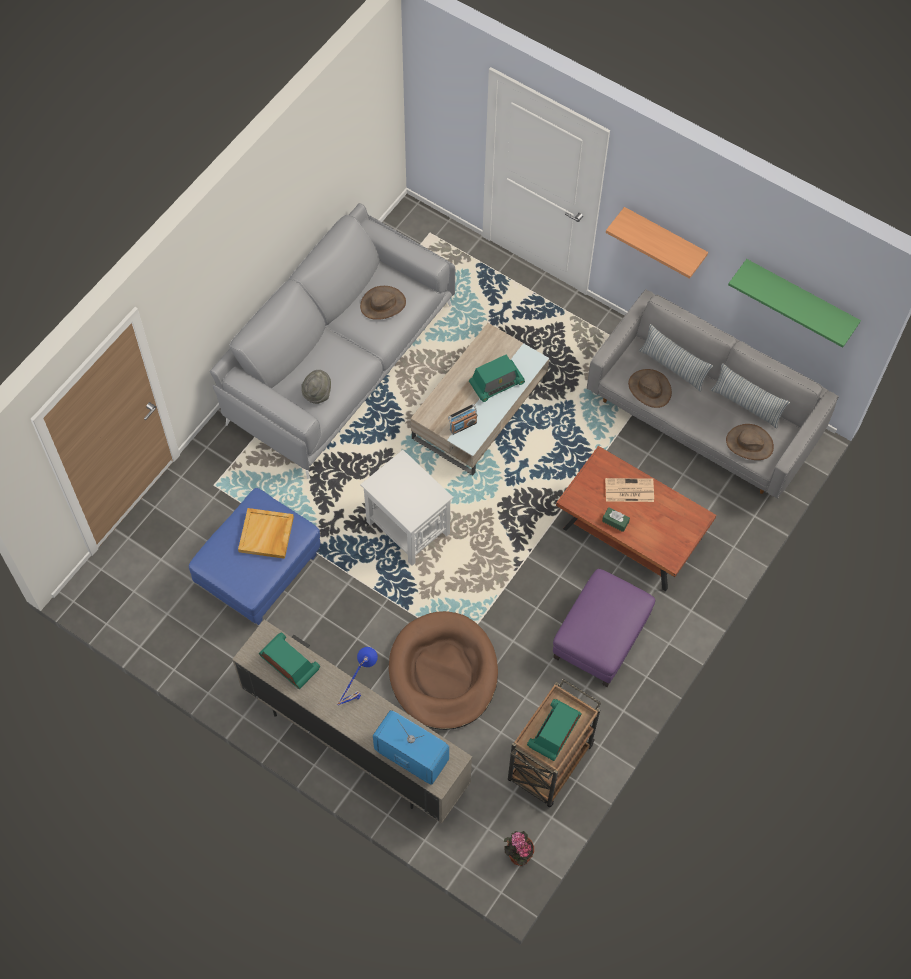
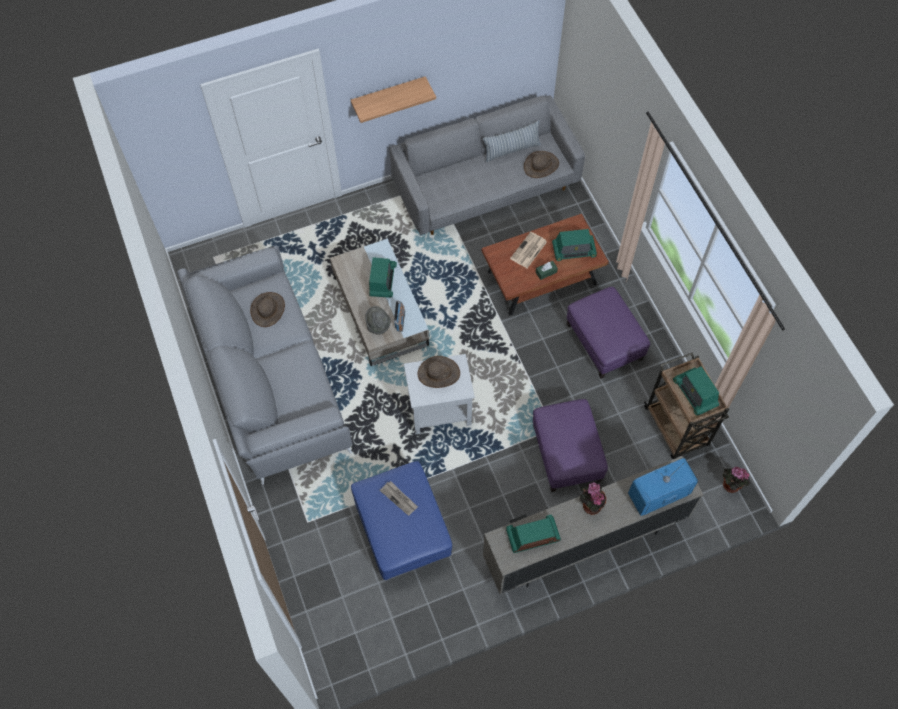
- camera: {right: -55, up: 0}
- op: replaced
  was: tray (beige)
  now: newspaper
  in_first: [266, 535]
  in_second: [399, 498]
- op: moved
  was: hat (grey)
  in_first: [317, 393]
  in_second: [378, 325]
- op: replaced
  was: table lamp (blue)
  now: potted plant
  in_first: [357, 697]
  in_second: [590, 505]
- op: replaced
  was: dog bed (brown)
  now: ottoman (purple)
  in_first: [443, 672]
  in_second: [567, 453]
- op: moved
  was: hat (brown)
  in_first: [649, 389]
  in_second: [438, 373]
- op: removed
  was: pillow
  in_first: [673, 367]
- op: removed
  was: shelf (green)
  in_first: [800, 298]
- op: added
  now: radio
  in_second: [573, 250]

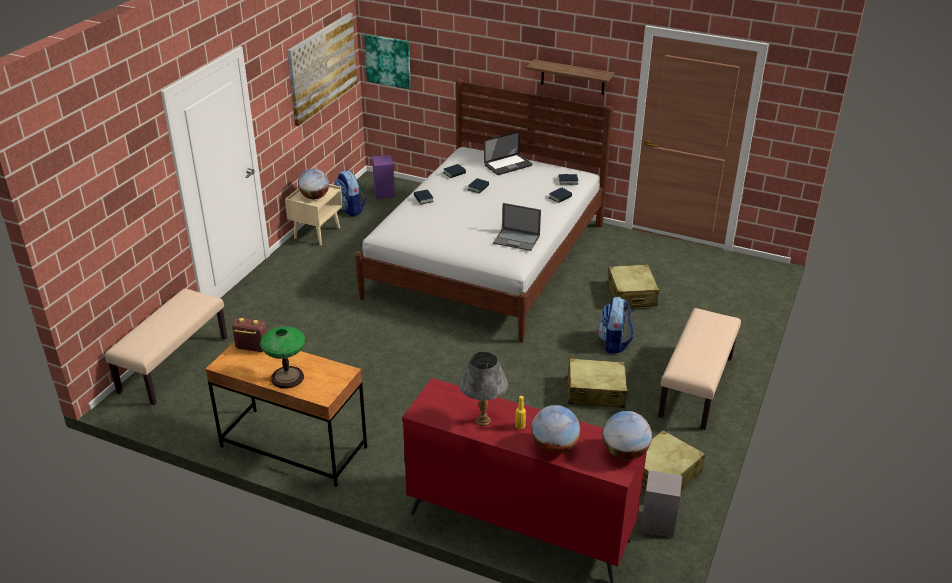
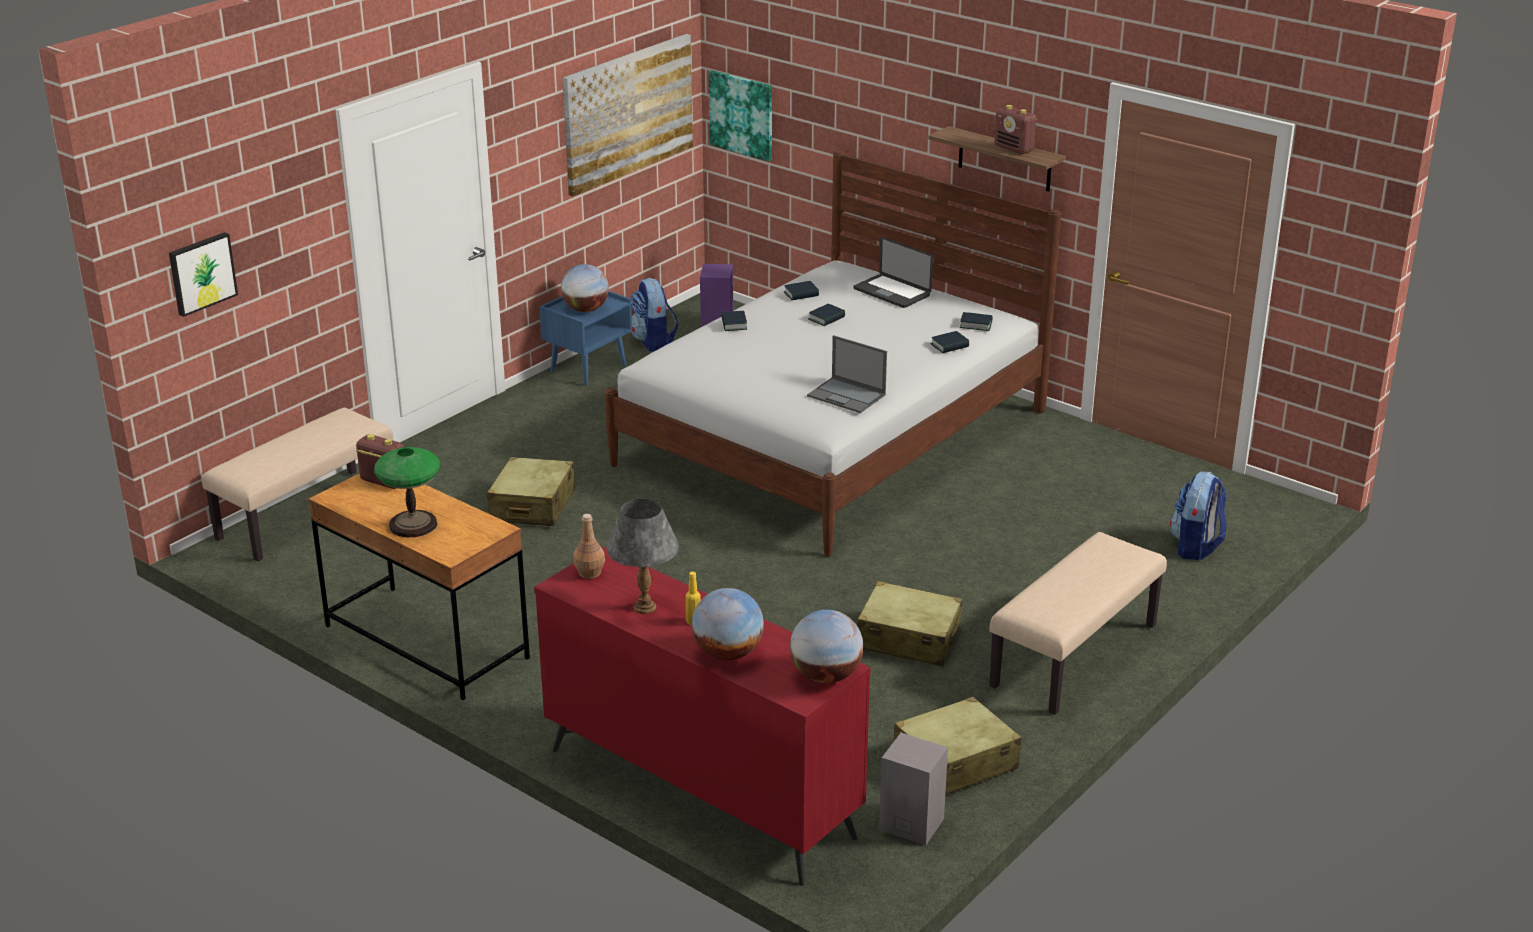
- camera: {right: 15, up: -5}
- op: recoloured
  was: nightstand (beige)
  now: nightstand (blue)
  in_first: [317, 233]
  in_second: [588, 368]
- op: turned
  was: laptop
  in_first: [508, 165]
  in_second: [891, 292]
  clockwise: 60
- op: moved
  was: backpack
  in_first: [614, 343]
  in_second: [1196, 547]
- op: moved
  was: suitcase (beige)
  in_first: [631, 295]
  in_second: [532, 506]
- op: added
  now: picture
  in_second: [201, 273]
- op: added
  now: bottle (brown)
  in_second: [589, 573]
- op: added
  now: radio
  in_second: [1014, 149]

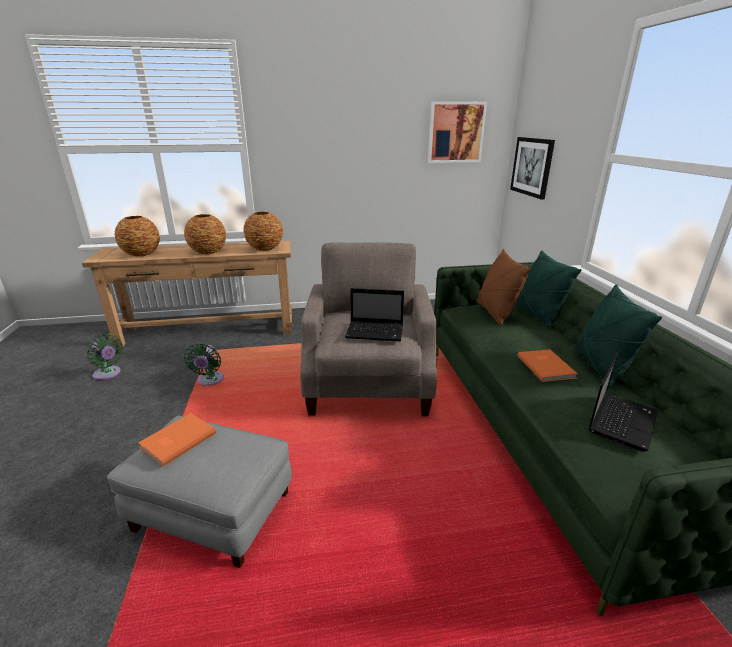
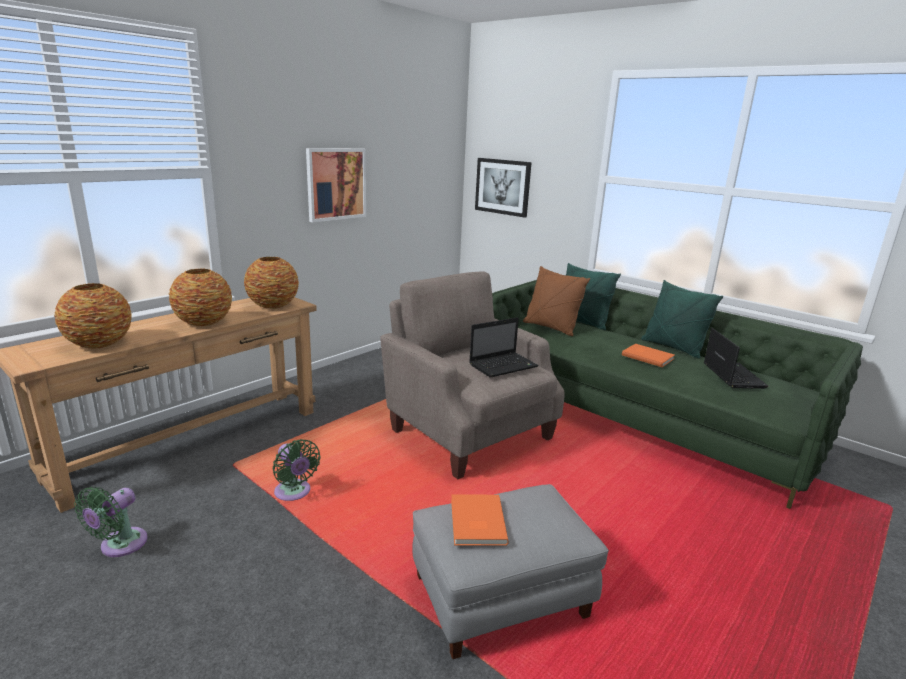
- camera: {right: -40, up: -5}
- op: turned
  was: fan (green)
  in_first: [108, 374]
  in_second: [119, 545]
  clockwise: 120
- op: moved
  was: picture
  in_first: [456, 132]
  in_second: [336, 184]

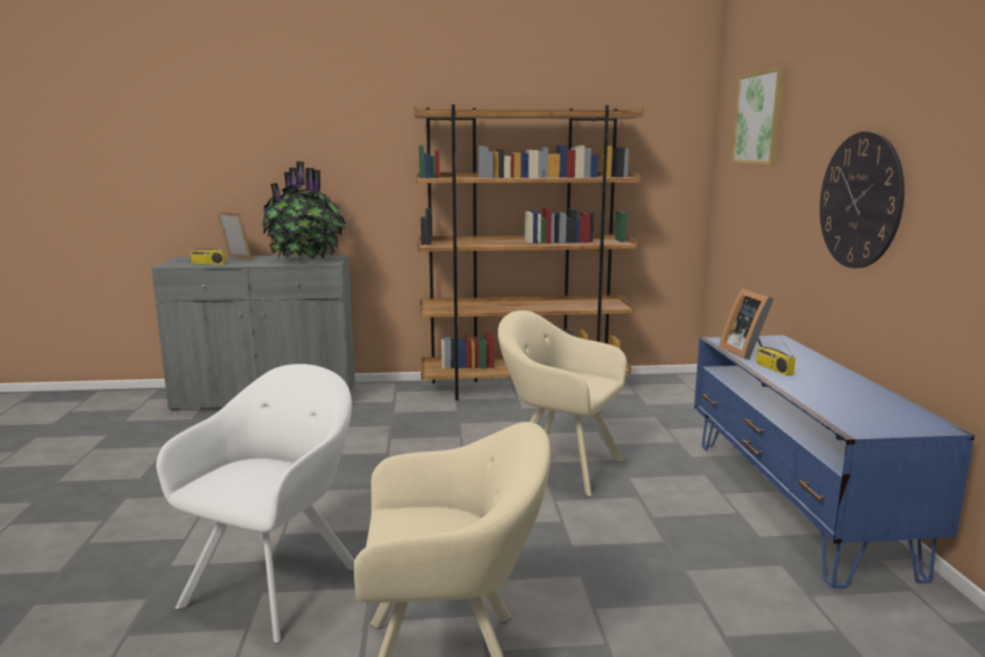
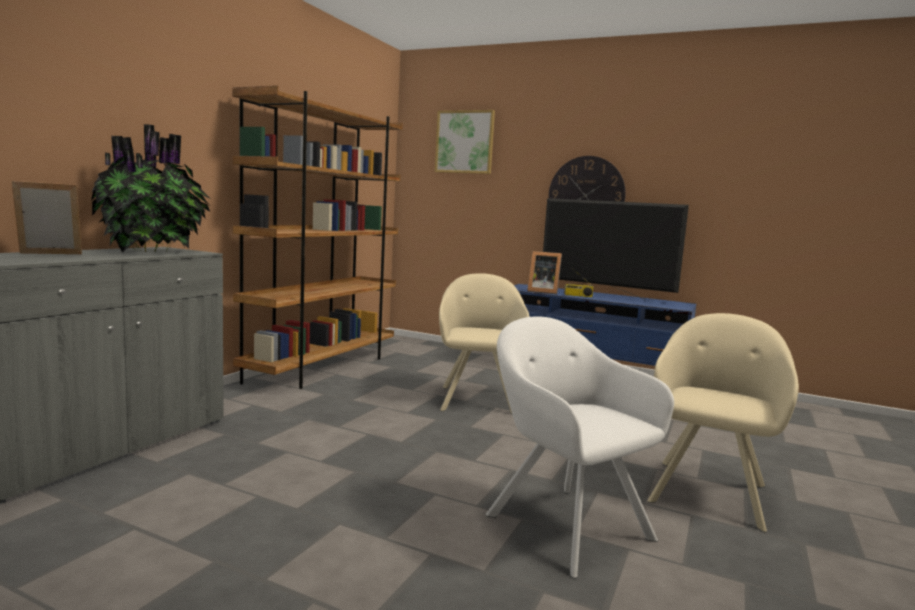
- camera: {right: -60, up: -5}
- op: removed
  was: radio
  in_first: [207, 263]
- op: turned
  was: armchair (beige)
  in_first: [558, 465]
  in_second: [477, 398]
  clockwise: 120
- op: added
  now: television
  in_second: [605, 295]

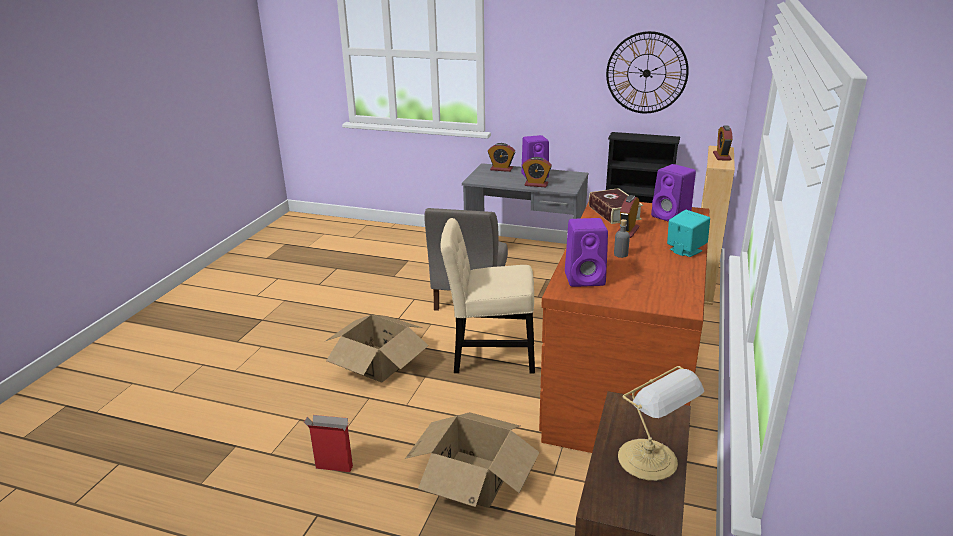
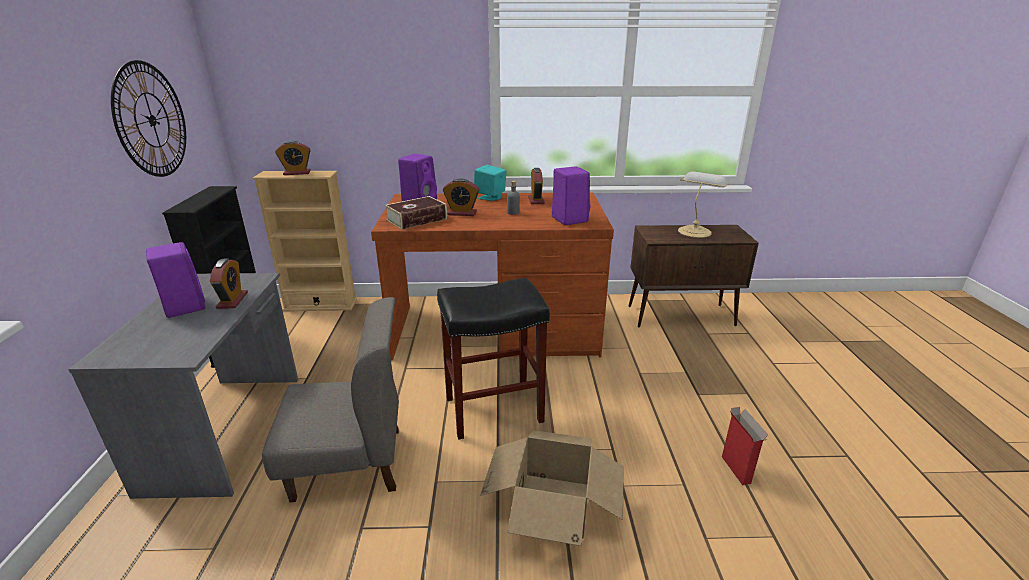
- camera: {right: -110, up: 0}
- op: removed
  was: cardboard box
  in_first: [472, 478]
- op: replaced
  was: chair (beige)
  now: stool (black)
  in_first: [489, 356]
  in_second: [492, 410]
- op: moved
  was: alarm clock
  in_first: [501, 169]
  in_second: [536, 200]

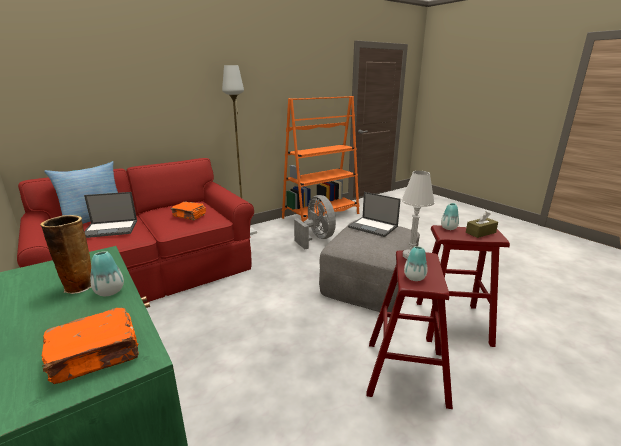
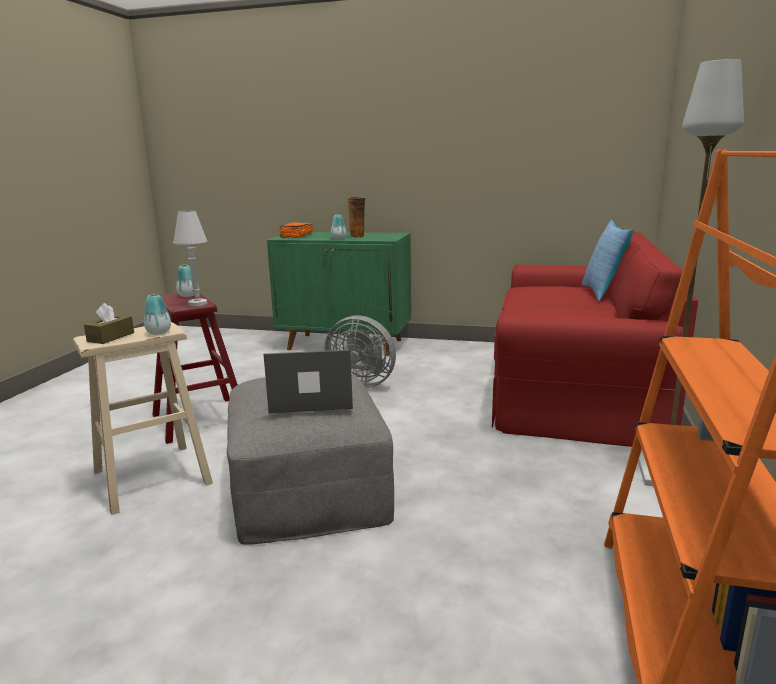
- camera: {right: 140, up: -5}
- op: removed
  was: laptop
  in_first: [111, 229]
- op: removed
  was: book (orange)
  in_first: [189, 216]
- op: moved
  was: fan (grey)
  in_first: [316, 239]
  in_second: [362, 383]
- op: recoloured
  was: stool (red)
  now: stool (beige)
  in_first: [452, 322]
  in_second: [152, 477]

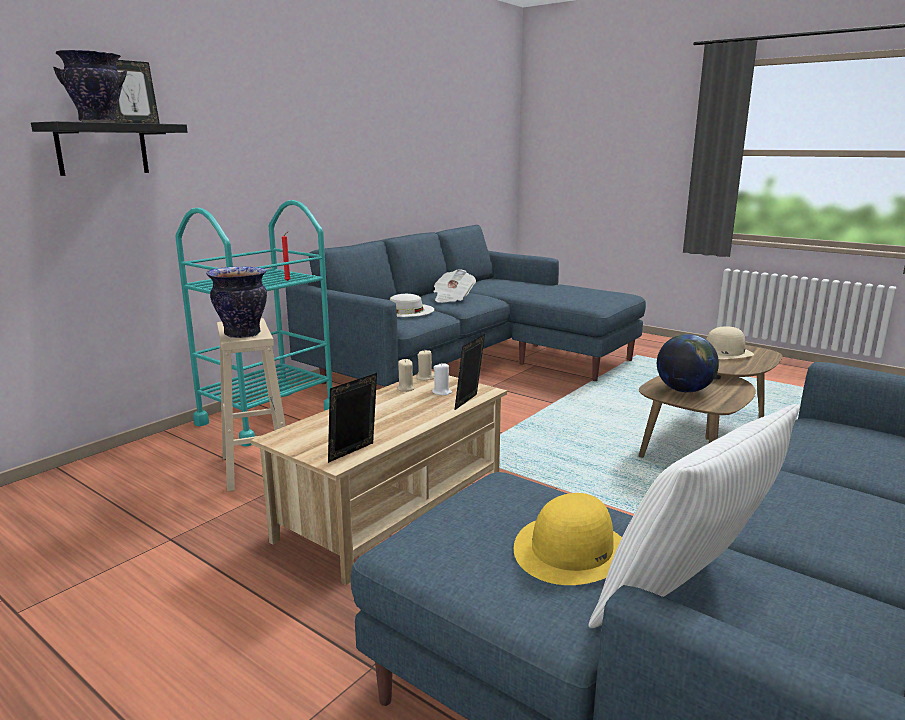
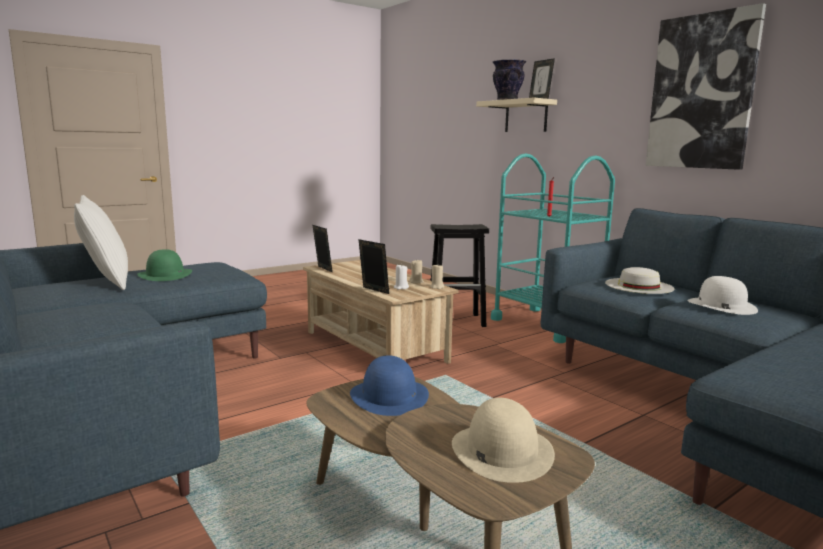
- camera: {right: 105, up: -5}
- op: recoloured
  was: shelf (black)
  now: shelf (beige)
  in_first: [102, 149]
  in_second: [526, 116]
- op: removed
  was: vase
  in_first: [243, 334]
- op: recoloured
  was: stool (beige)
  now: stool (black)
  in_first: [257, 467]
  in_second: [457, 321]
- op: replaced
  was: newspaper
  now: hat (white)
  in_first: [452, 298]
  in_second: [721, 305]
- op: recoloured
  was: hat (yellow)
  now: hat (green)
  in_first: [572, 550]
  in_second: [165, 275]
- op: replaced
  was: globe
  now: hat (blue)
  in_first: [684, 390]
  in_second: [389, 396]
- op: added
  now: picture
  in_second: [702, 92]

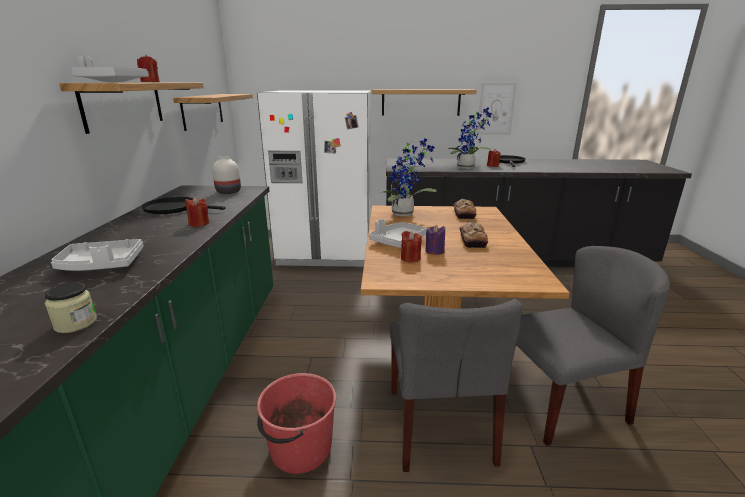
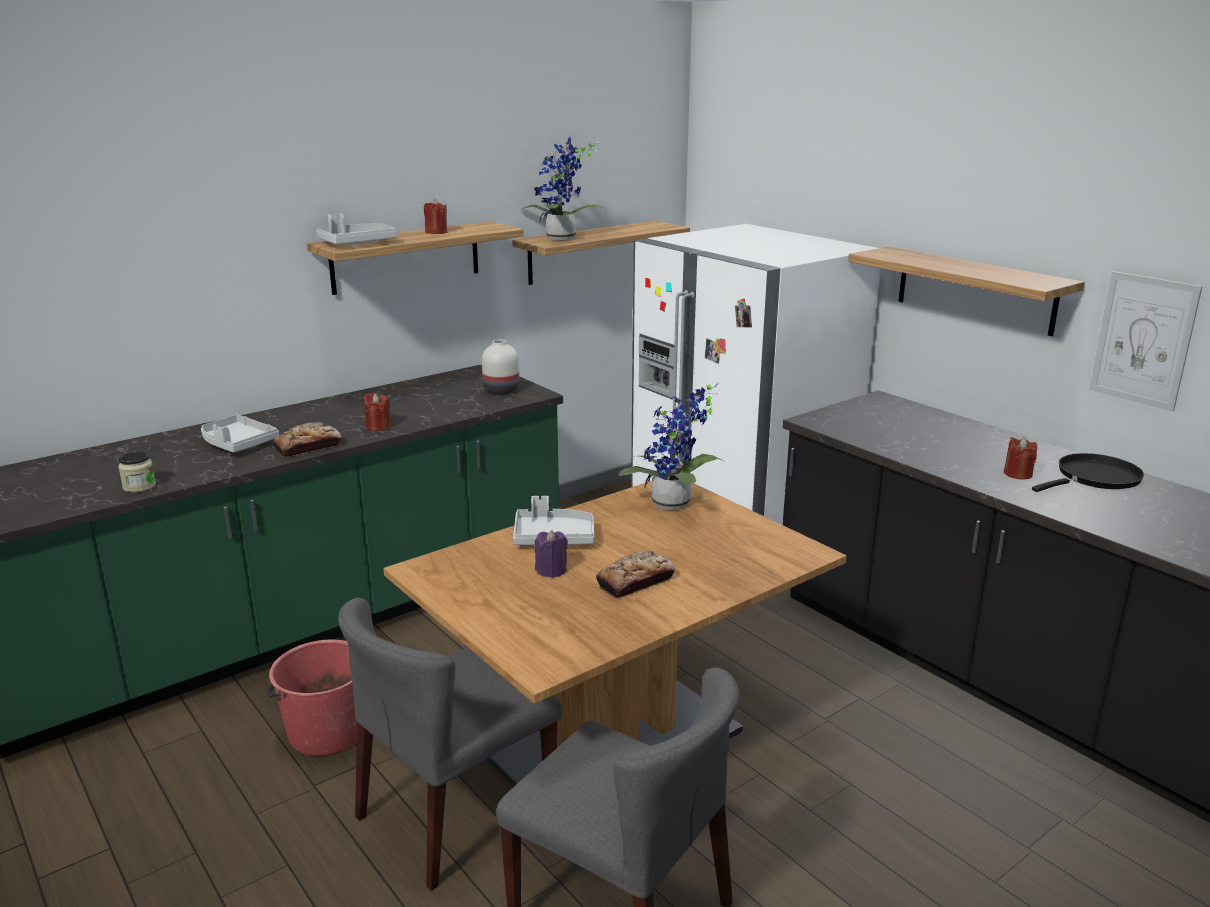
- camera: {right: 50, up: 0}
- op: removed
  was: frying pan (black)
  in_first: [174, 209]
- op: removed
  was: candle (red)
  in_first: [410, 258]
- op: moved
  was: potted plant
  in_first: [468, 168]
  in_second: [562, 239]
- op: moved
  was: bread
  in_first: [464, 214]
  in_second: [308, 447]

